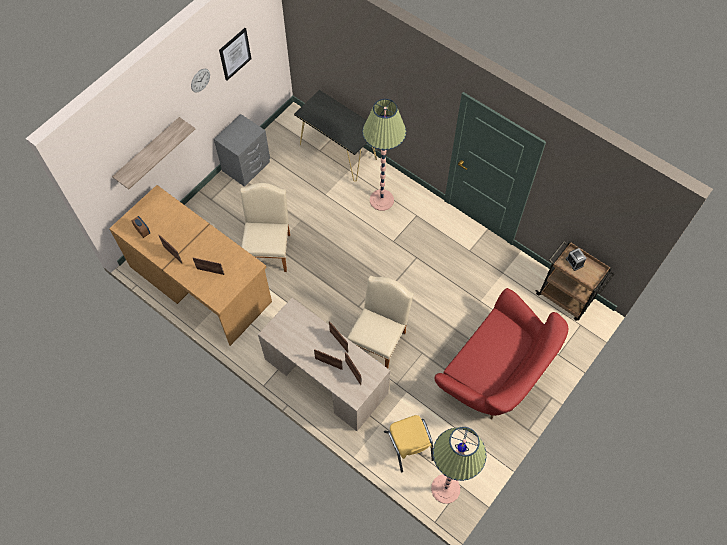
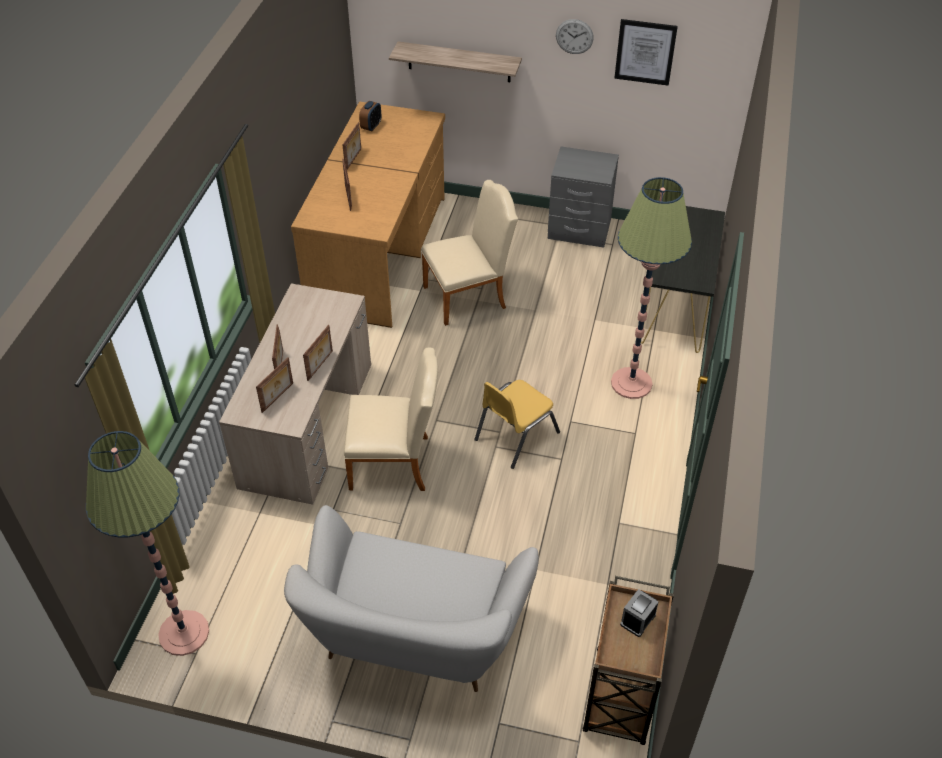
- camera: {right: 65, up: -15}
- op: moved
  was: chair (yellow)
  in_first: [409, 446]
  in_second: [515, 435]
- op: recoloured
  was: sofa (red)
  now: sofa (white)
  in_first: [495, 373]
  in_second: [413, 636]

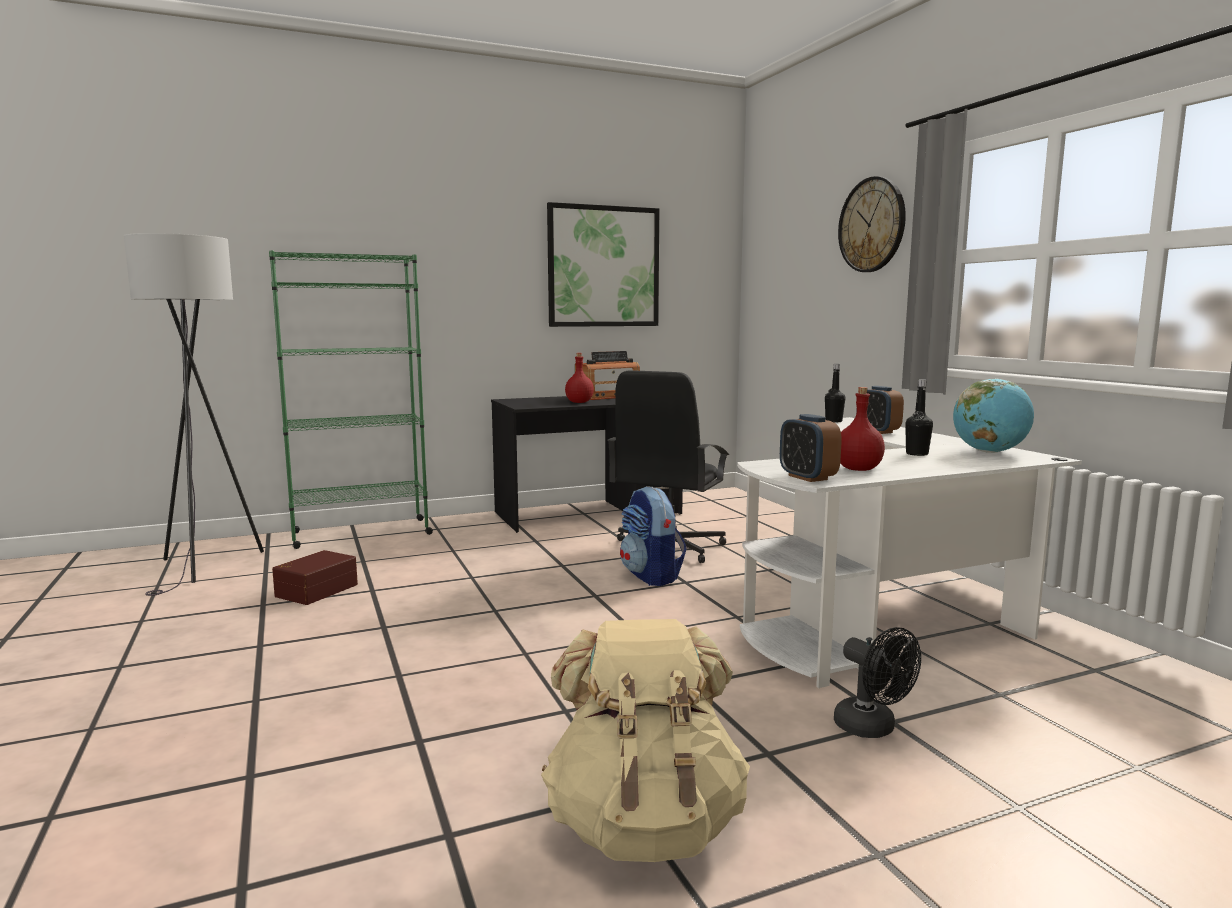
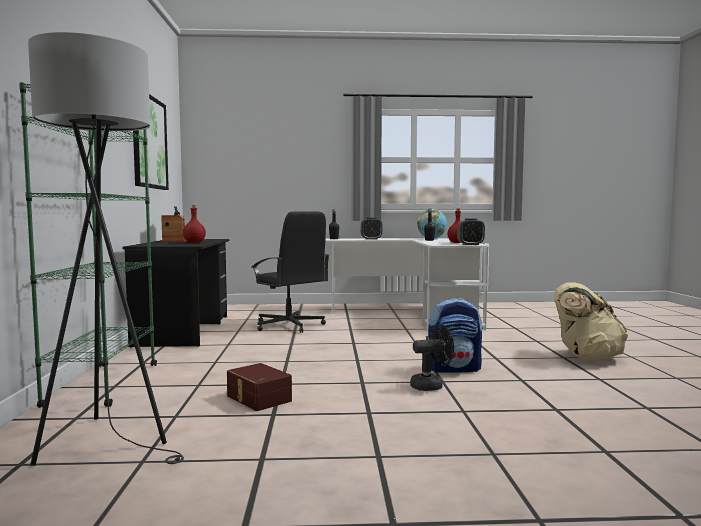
- camera: {right: -70, up: -5}
- op: moved
  was: backpack
  in_first: [651, 576]
  in_second: [454, 369]
- op: moved
  was: fan (black)
  in_first: [872, 728]
  in_second: [431, 386]
- op: removed
  was: wall clock
  in_first: [872, 225]

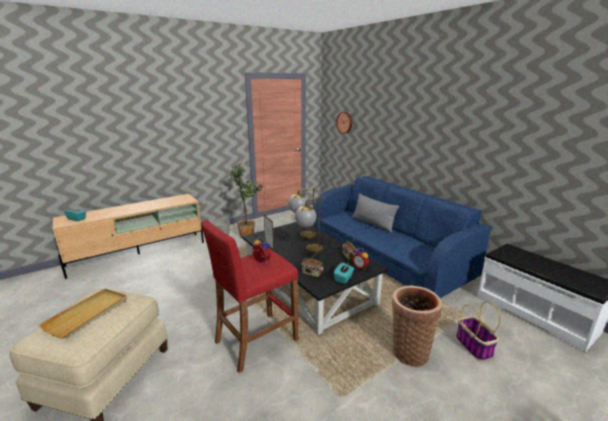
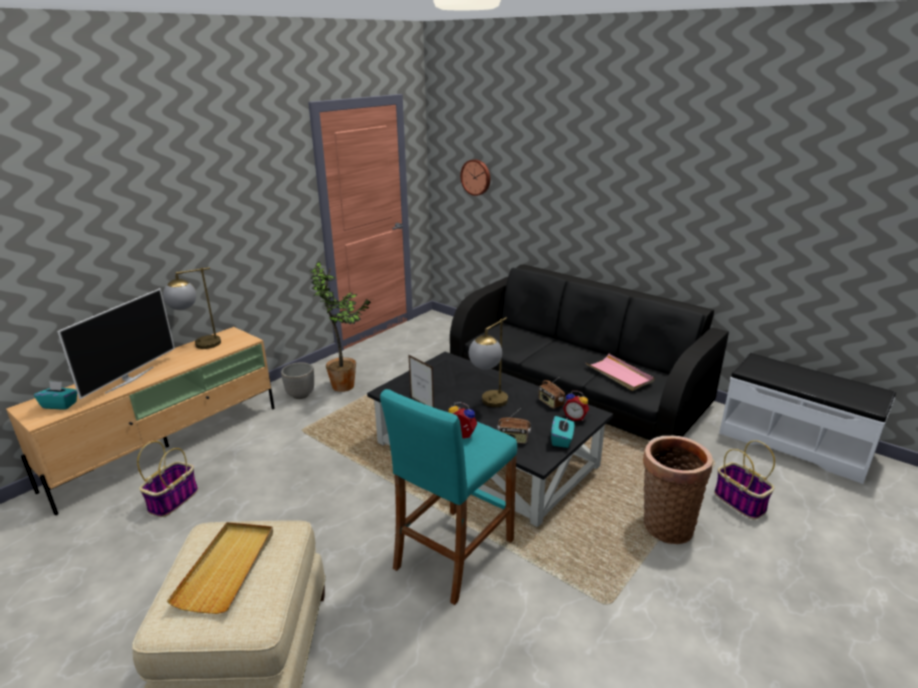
- camera: {right: -15, up: 5}
- op: recoloured
  was: stool (red)
  now: stool (turquoise)
  in_first: [256, 341]
  in_second: [453, 554]
- op: moved
  was: table lamp
  in_first: [302, 237]
  in_second: [198, 345]
- op: recoloured
  was: sofa (blue)
  now: sofa (black)
  in_first: [387, 255]
  in_second: [576, 387]
- op: removed
  was: pillow (grey)
  in_first: [372, 224]
- op: added
  now: television
  in_second: [129, 379]
- op: added
  now: basket
  in_second: [173, 499]
- op: added
  now: tray (pink)
  in_second: [619, 374]

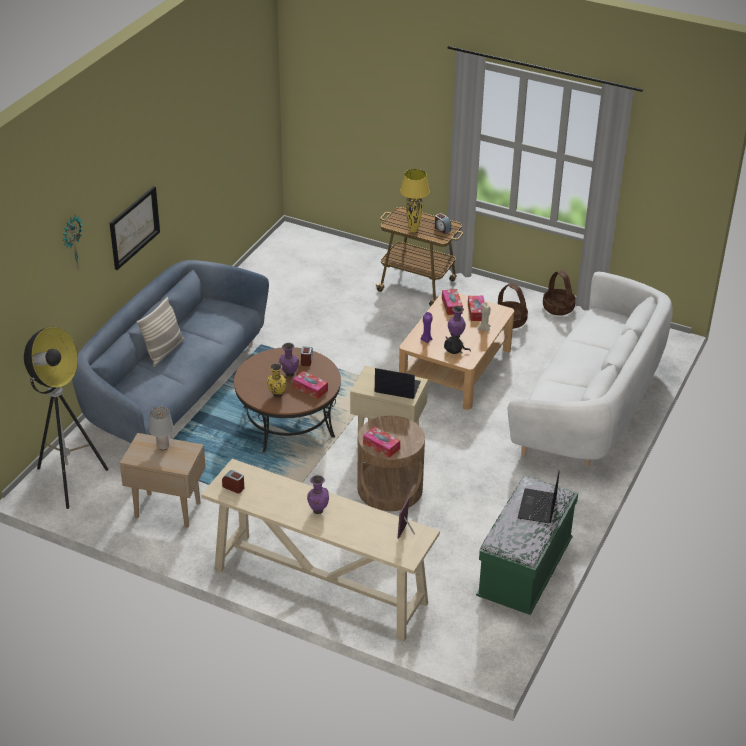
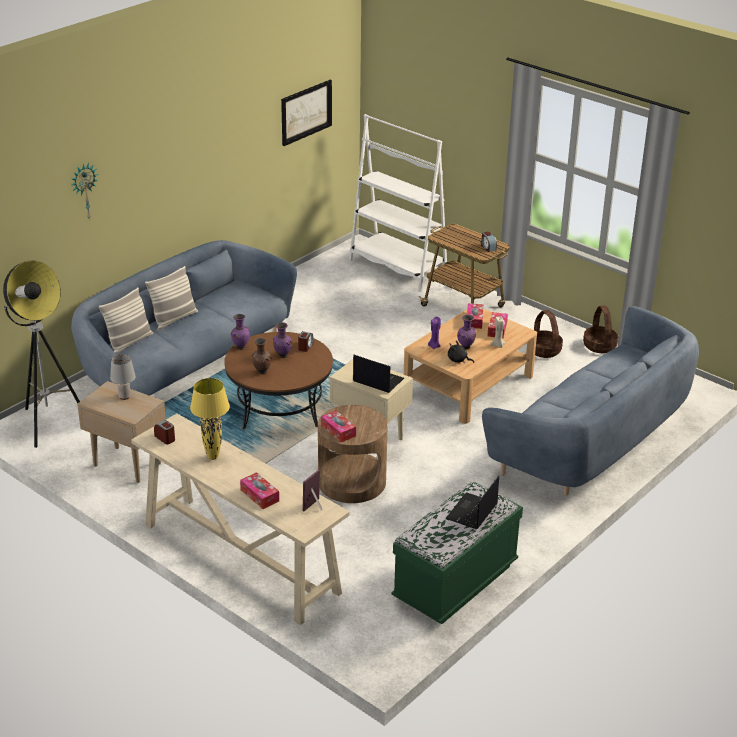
- camera: {right: 15, up: -5}
- op: moved
  was: picture
  in_first: [134, 227]
  in_second: [306, 112]
- op: recoloured
  was: vase (yellow)
  now: vase (brown)
  in_first: [277, 395]
  in_second: [261, 372]
- op: moved
  was: tissue box
  in_first: [310, 389]
  in_second: [259, 495]
- op: moved
  was: vase (purple)
  in_first: [318, 510]
  in_second: [240, 347]
- op: moved
  was: table lamp (yellow)
  in_first: [413, 230]
  in_second: [212, 457]
- op: recoloured
  was: sofa (white)
  now: sofa (blue)
  in_first: [590, 407]
  in_second: [593, 441]
- op: added
  now: pillow
  in_second: [129, 342]
- op: added
  now: bookcase (white)
  in_second: [398, 267]

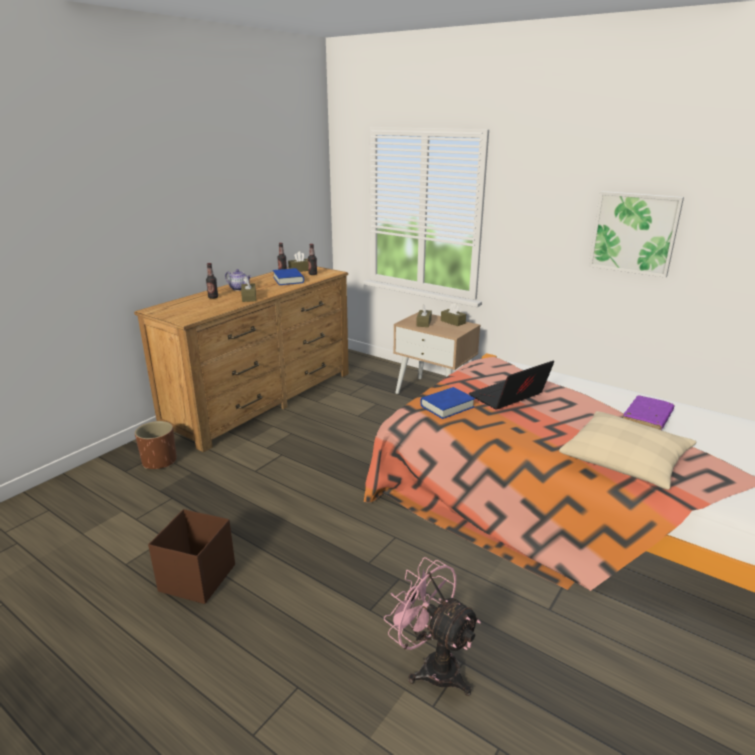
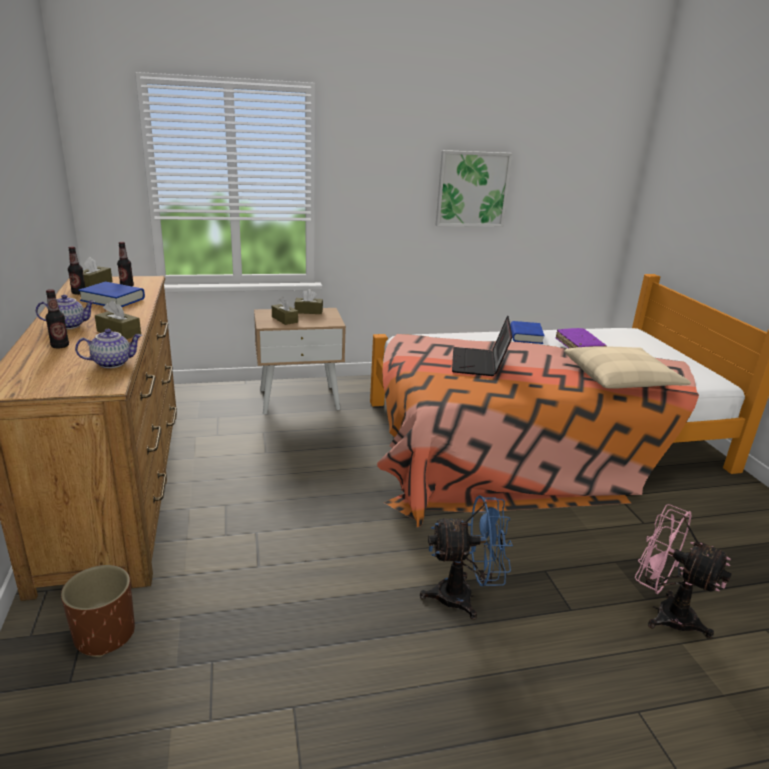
- camera: {right: -50, up: 0}
- op: removed
  was: storage box (brown)
  in_first: [196, 579]
- op: turned
  was: fan (pink)
  in_first: [432, 665]
  in_second: [664, 613]
  clockwise: 45
- op: moved
  was: book (blue)
  in_first: [447, 406]
  in_second: [525, 336]
- op: added
  now: teapot
  in_second: [112, 363]
- op: added
  now: fan (blue)
  in_second: [464, 597]

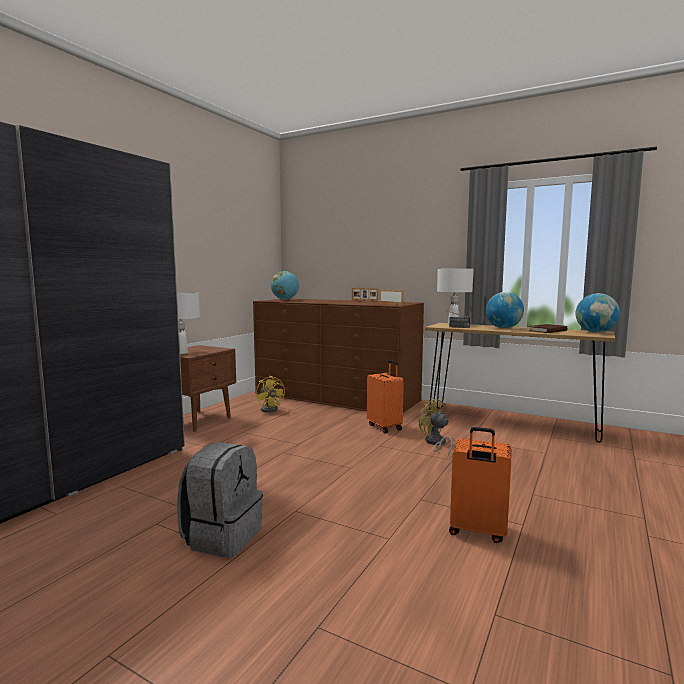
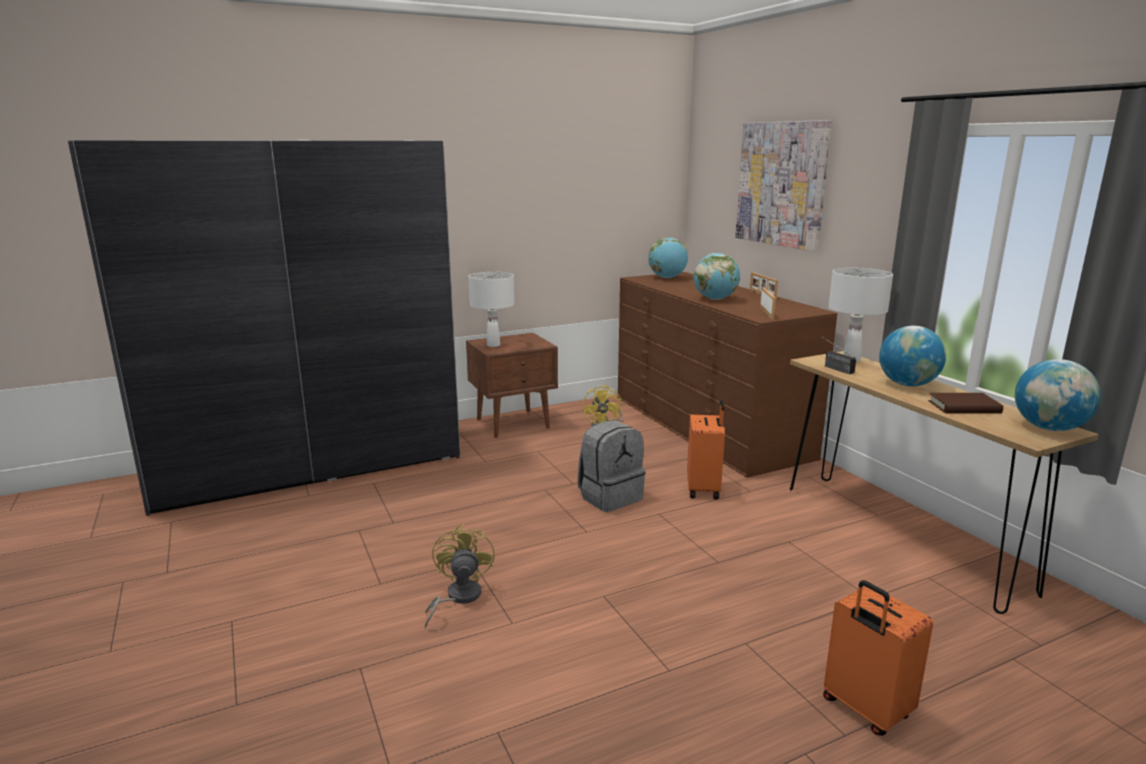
- camera: {right: 35, up: 10}
- op: moved
  was: backpack (grey)
  in_first: [222, 536]
  in_second: [610, 497]
- op: moved
  was: fan (yellow)
  in_first: [435, 443]
  in_second: [458, 597]
- op: moved
  was: suitcase (orange)
  in_first: [477, 531]
  in_second: [865, 710]
- op: added
  now: globe
  in_second: [715, 299]
- op: added
  now: picture
  in_second: [782, 184]

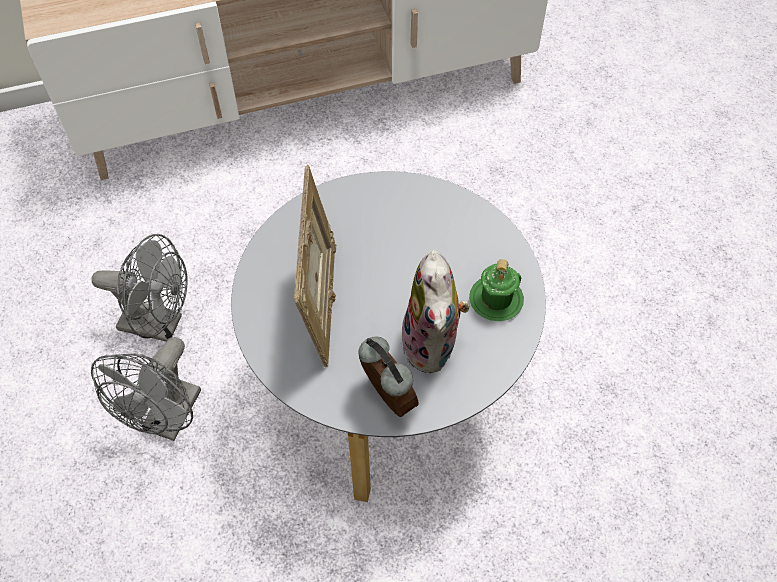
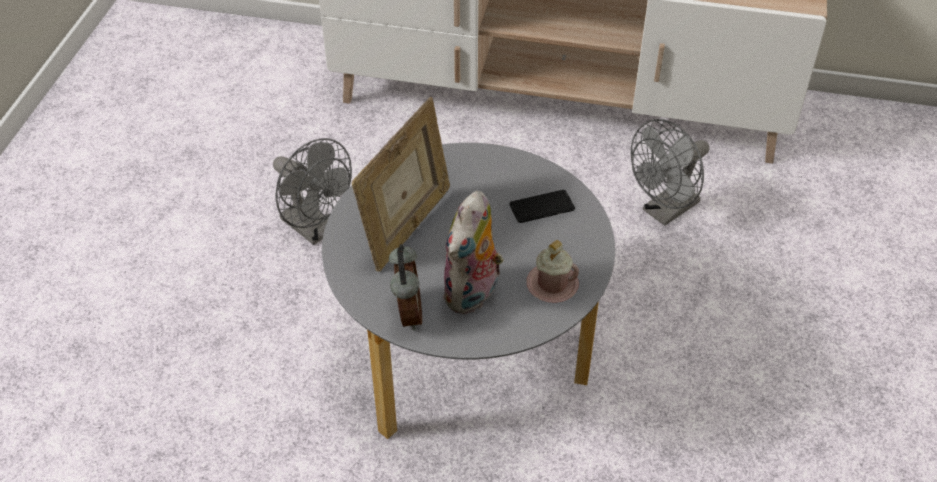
- camera: {right: 30, up: -10}
- op: moved
  was: fan (grey)
  in_first: [168, 420]
  in_second: [665, 211]
- op: recoloured
  was: mug (green)
  now: mug (pink)
  in_first: [496, 300]
  in_second: [552, 284]
- op: added
  now: phone
  in_second: [542, 207]

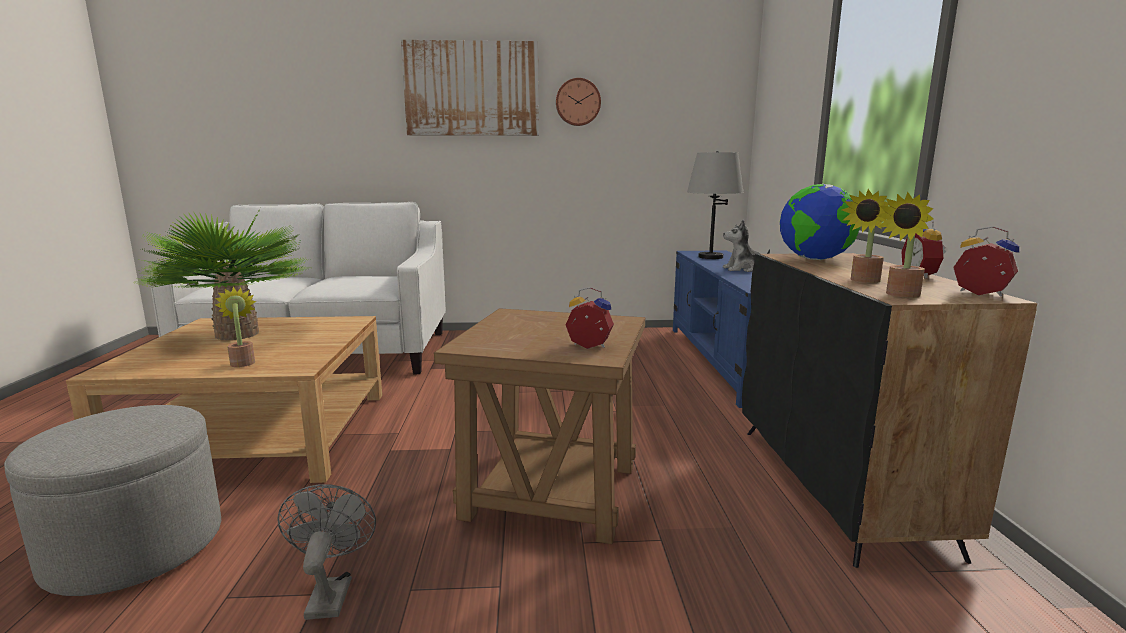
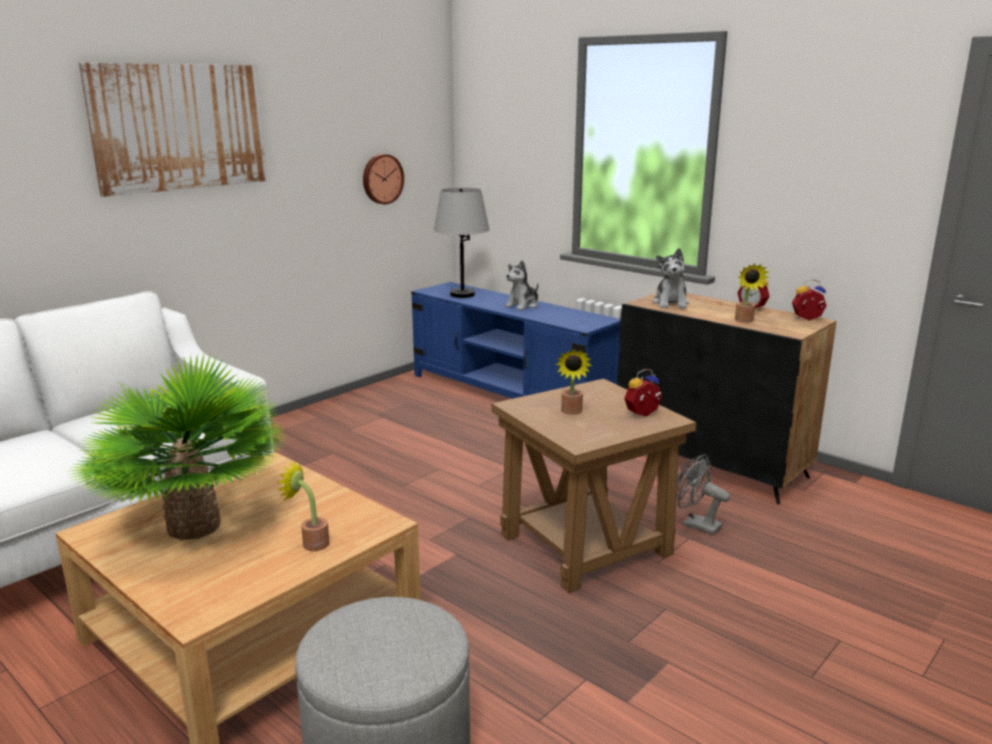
- camera: {right: -45, up: 5}
- op: moved
  was: fan (grey)
  in_first: [330, 592]
  in_second: [695, 525]
- op: moved
  was: wall clock
  in_first: [578, 102]
  in_second: [382, 179]
- op: replaced
  was: globe
  now: plush toy
  in_first: [815, 259]
  in_second: [671, 303]
- op: moved
  was: potted plant
  in_first: [900, 295]
  in_second: [571, 412]

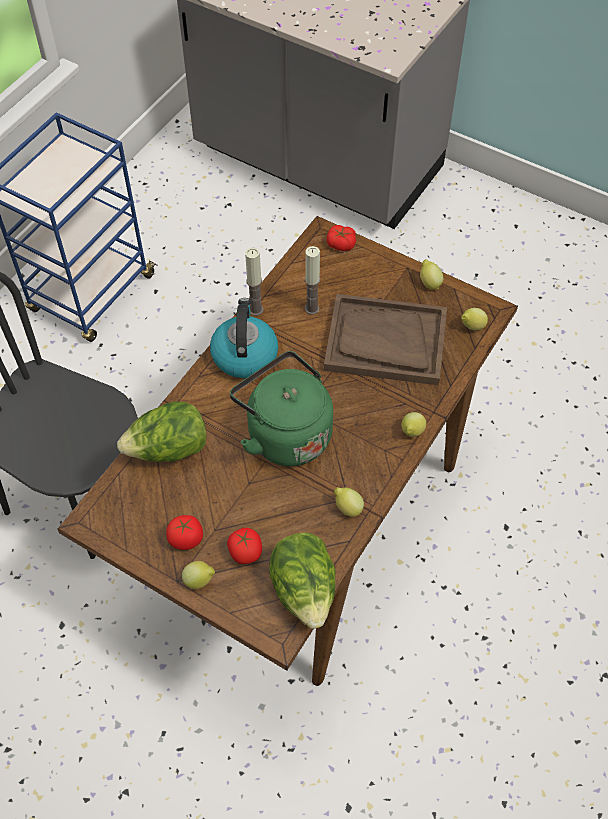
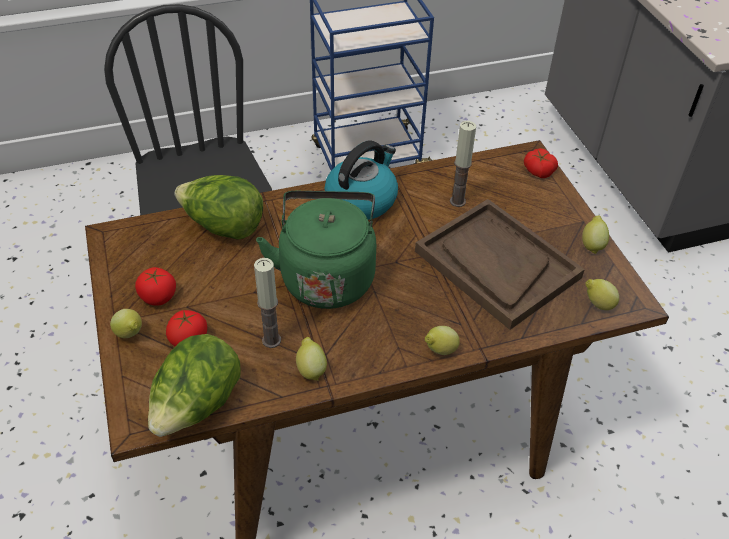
- camera: {right: 40, up: -10}
- op: moved
  was: candle
  in_first: [256, 310]
  in_second: [271, 340]

